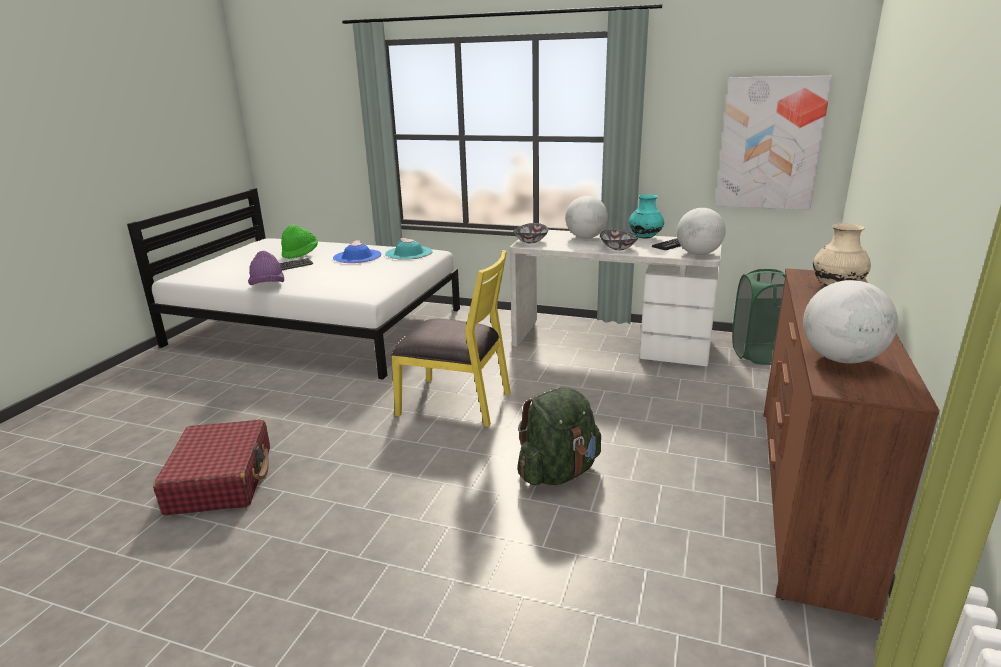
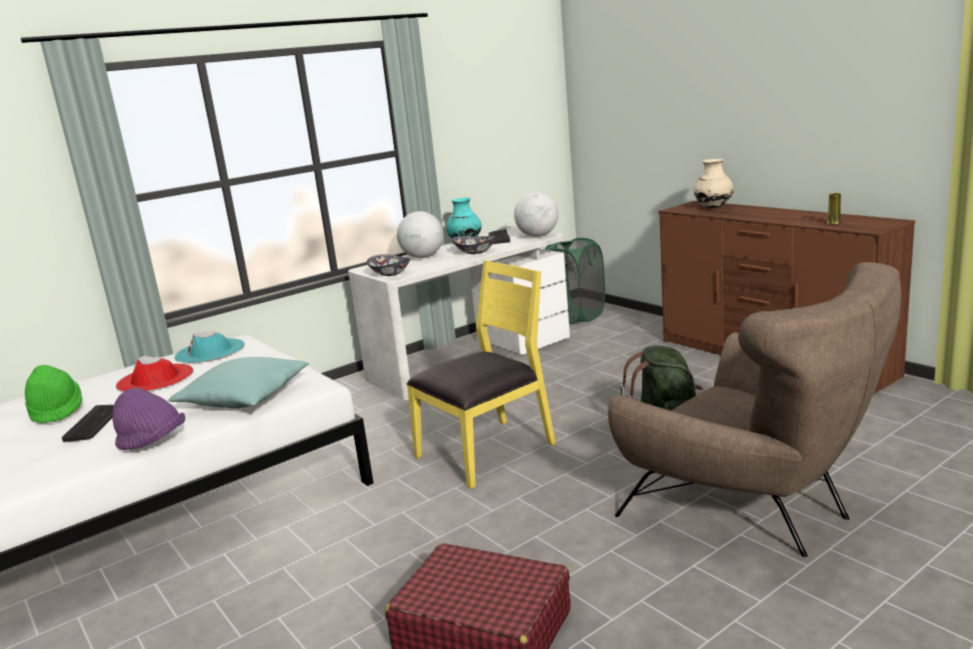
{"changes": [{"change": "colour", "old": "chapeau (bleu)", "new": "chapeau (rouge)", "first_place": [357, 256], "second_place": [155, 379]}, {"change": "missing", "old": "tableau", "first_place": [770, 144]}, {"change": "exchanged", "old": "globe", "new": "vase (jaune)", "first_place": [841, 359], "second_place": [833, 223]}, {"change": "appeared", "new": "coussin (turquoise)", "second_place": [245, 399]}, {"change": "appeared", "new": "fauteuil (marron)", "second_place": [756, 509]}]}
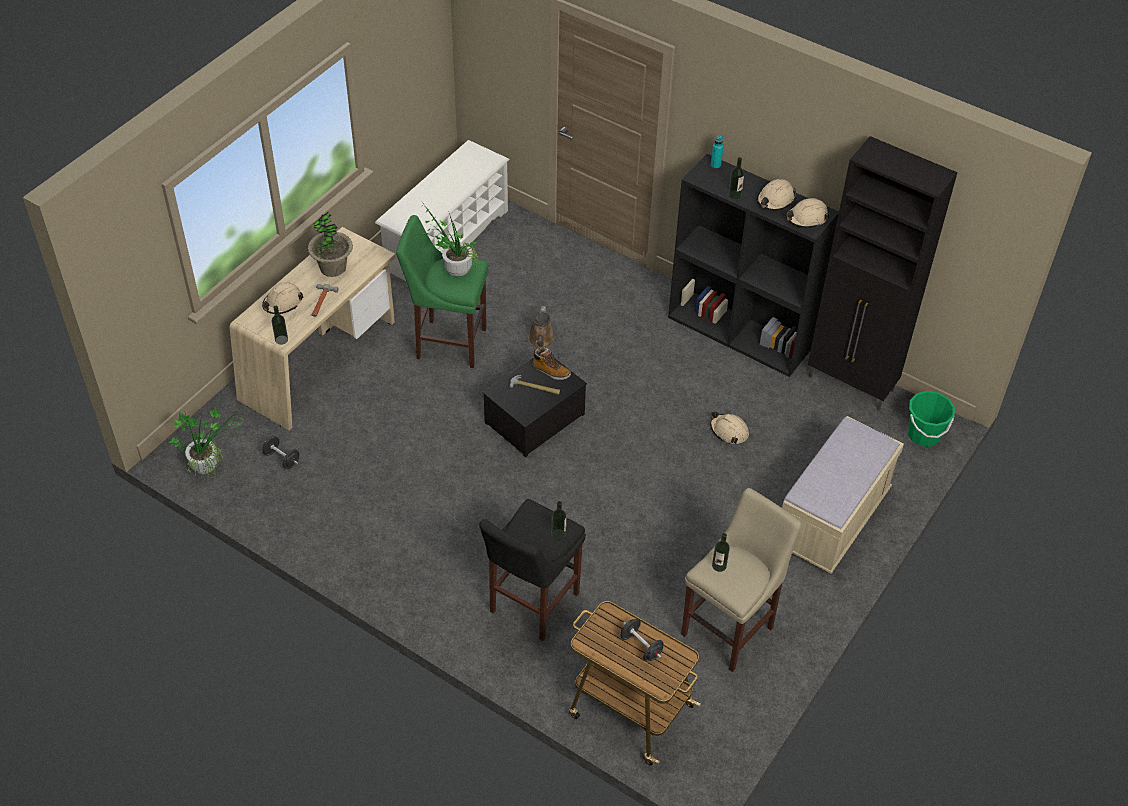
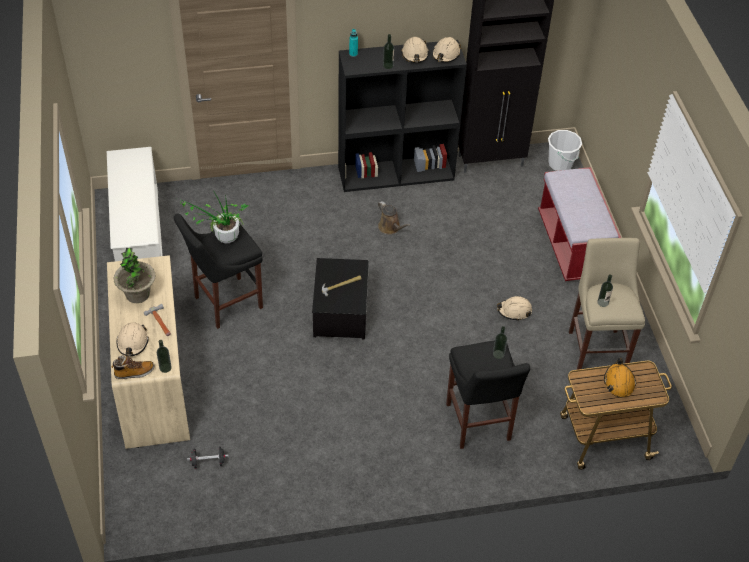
{"changes": [{"change": "missing", "old": "plante en pot", "first_place": [210, 463]}, {"change": "colour", "old": "tabouret (vert)", "new": "tabouret (noir)", "first_place": [447, 342], "second_place": [225, 303]}, {"change": "relocated", "old": "arrosoir (marron)", "first_place": [541, 340], "second_place": [390, 228]}, {"change": "relocated", "old": "botte", "first_place": [550, 371], "second_place": [134, 372]}, {"change": "exchanged", "old": "haltère (noir)", "new": "casque de chantier (orange)", "first_place": [641, 646], "second_place": [619, 382]}, {"change": "relocated", "old": "casque de chantier (beige)", "first_place": [729, 431], "second_place": [514, 311]}, {"change": "colour", "old": "banc (beige)", "new": "banc (rouge)", "first_place": [832, 520], "second_place": [573, 246]}, {"change": "colour", "old": "seau (vert)", "new": "seau (blanc)", "first_place": [923, 435], "second_place": [560, 164]}]}
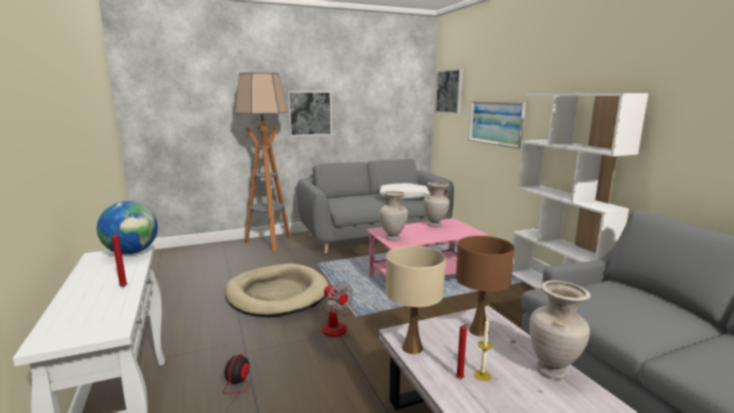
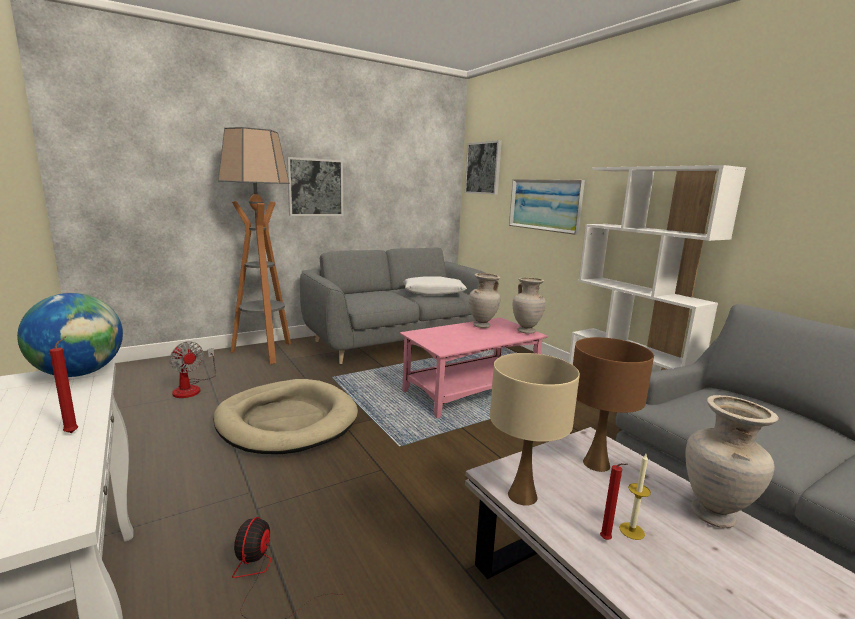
{"changes": [{"change": "relocated", "old": "ventilateur", "first_place": [337, 325], "second_place": [191, 388]}, {"change": "relocated", "old": "vase (beige)", "first_place": [393, 238], "second_place": [526, 331]}]}
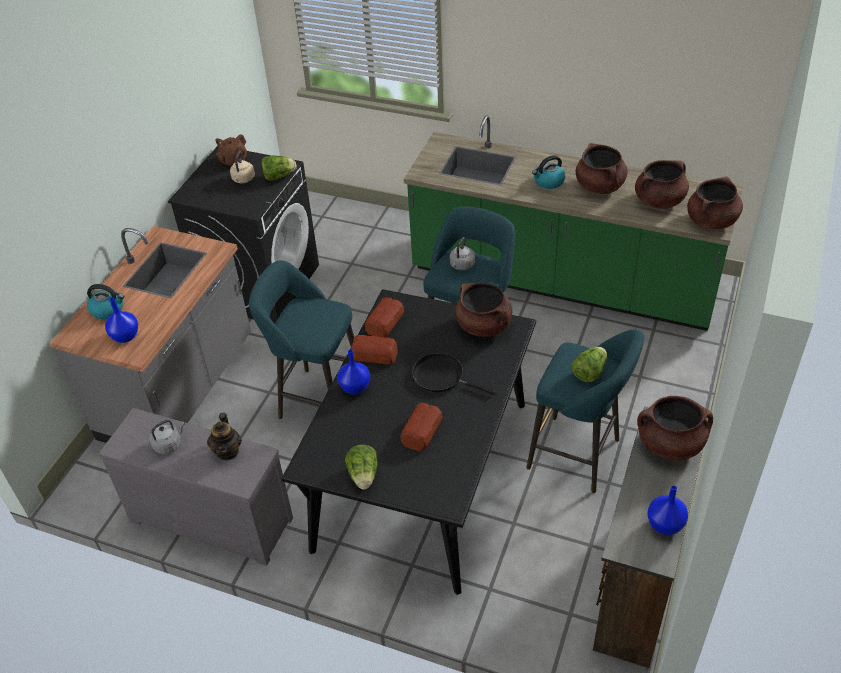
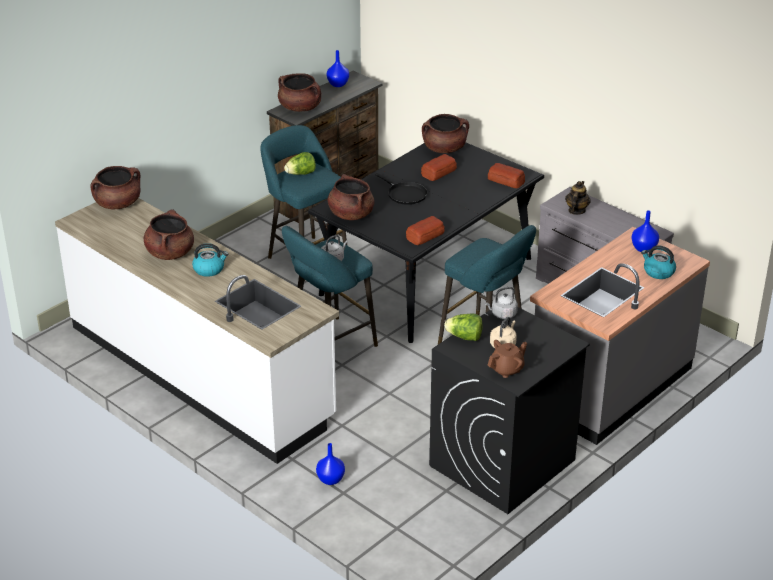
{"changes": [{"change": "relocated", "old": "bouilloire (gris)", "first_place": [169, 444], "second_place": [502, 314]}, {"change": "relocated", "old": "vase (bleu)", "first_place": [355, 388], "second_place": [330, 479]}, {"change": "missing", "old": "laitue", "first_place": [363, 476]}, {"change": "relocated", "old": "pain", "first_place": [373, 354], "second_place": [506, 181]}, {"change": "colour", "old": "comptoir de cuisine (vert)", "new": "comptoir de cuisine (blanc)", "first_place": [562, 283], "second_place": [200, 372]}, {"change": "relocated", "old": "marmite (marron)", "first_place": [659, 201], "second_place": [444, 149]}]}
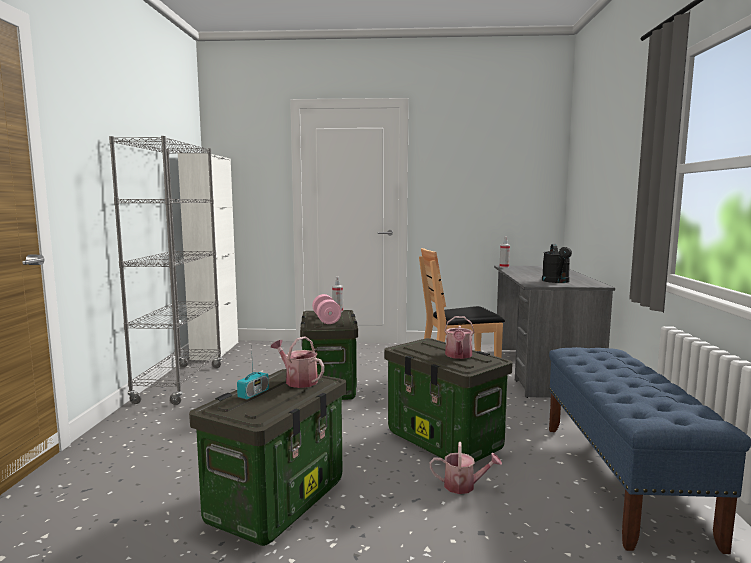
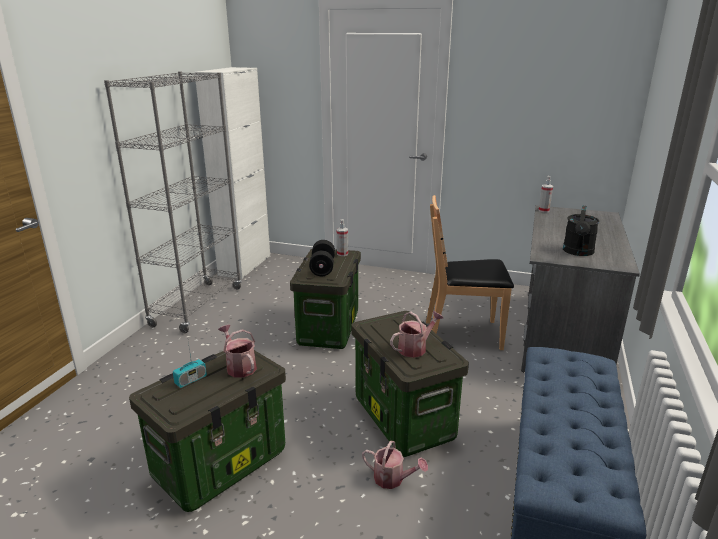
{"changes": [{"change": "colour", "old": "haltère (rose)", "new": "haltère (noir)", "first_place": [326, 319], "second_place": [322, 268]}, {"change": "spun", "old": "arrosoir", "first_place": [458, 356], "second_place": [415, 348], "degrees": -150}]}
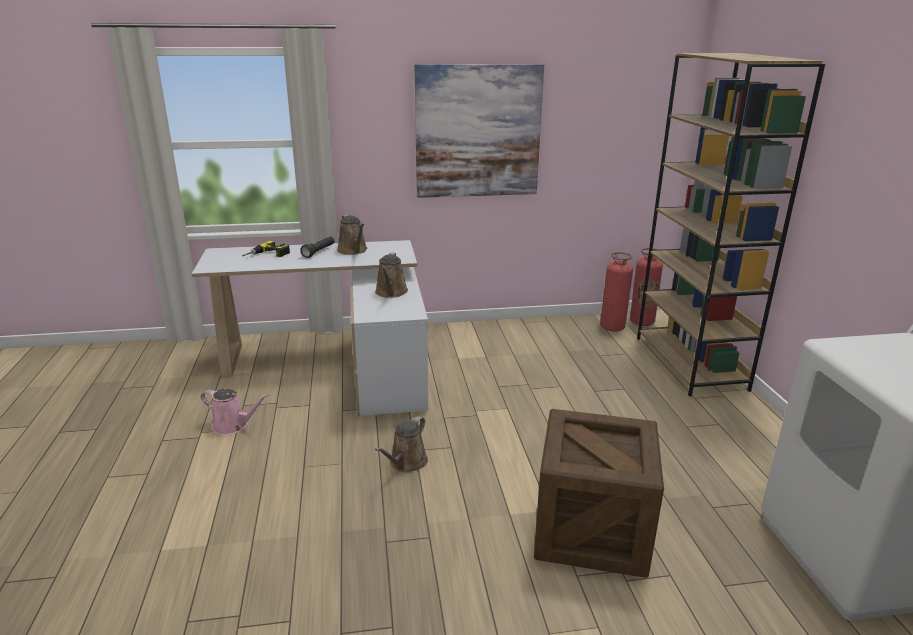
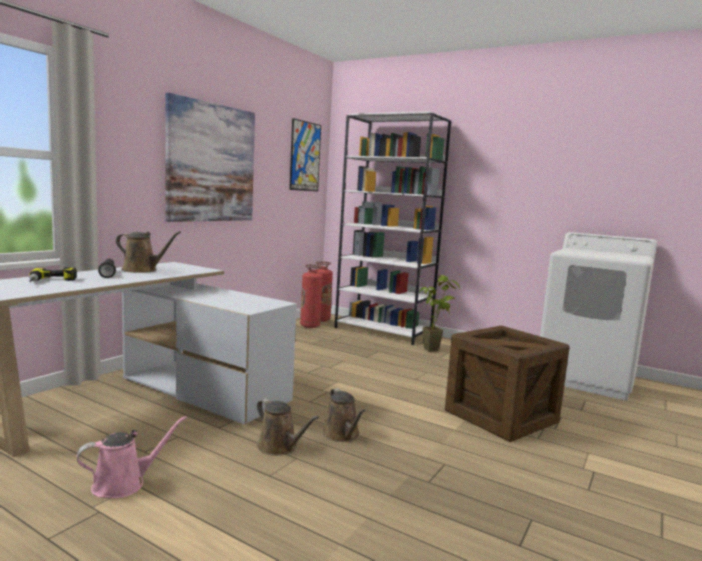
{"changes": [{"change": "relocated", "old": "arrosoir (marron)", "first_place": [391, 293], "second_place": [280, 447]}, {"change": "colour", "old": "bibliothèque (marron)", "new": "bibliothèque (blanc)", "first_place": [690, 363], "second_place": [383, 331]}, {"change": "appeared", "new": "tableau", "second_place": [305, 156]}, {"change": "appeared", "new": "plante en pot", "second_place": [436, 350]}]}
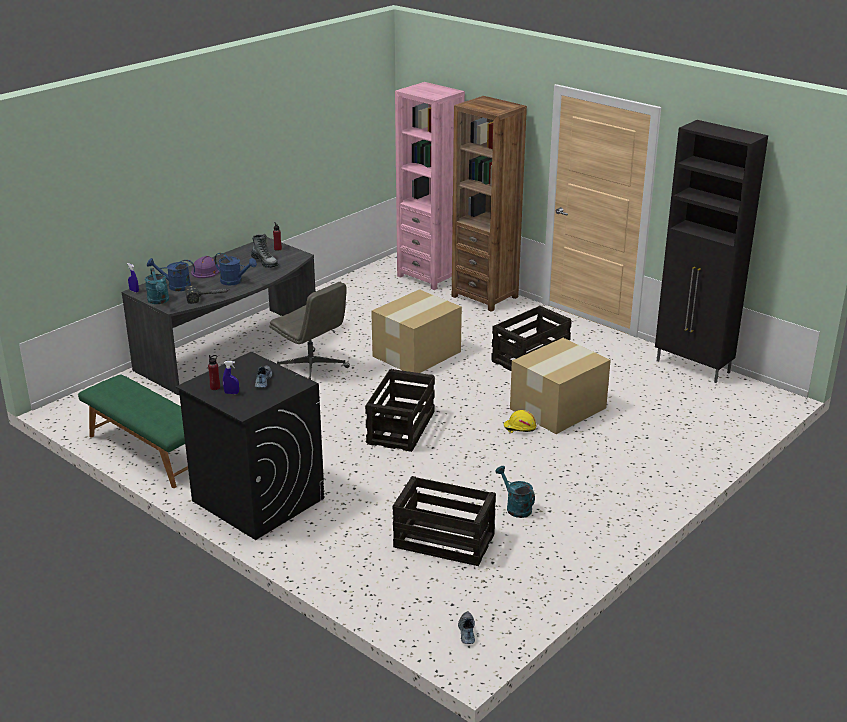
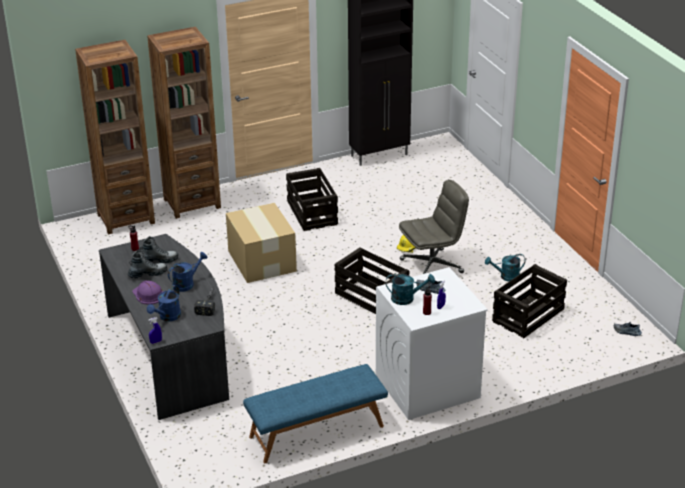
{"changes": [{"change": "colour", "old": "banc (vert)", "new": "banc (bleu)", "first_place": [148, 452], "second_place": [316, 432]}, {"change": "relocated", "old": "arrosoir (turquoise)", "first_place": [159, 301], "second_place": [407, 298]}, {"change": "colour", "old": "lave-linge (noir)", "new": "lave-linge (blanc)", "first_place": [257, 499], "second_place": [426, 386]}, {"change": "relocated", "old": "chaise de bureau (gris)", "first_place": [312, 369], "second_place": [432, 266]}, {"change": "colour", "old": "bibliothèque (rose)", "new": "bibliothèque (marron)", "first_place": [429, 276], "second_place": [126, 219]}, {"change": "missing", "old": "carton", "first_place": [556, 408]}, {"change": "appeared", "new": "botte", "second_place": [147, 274]}]}
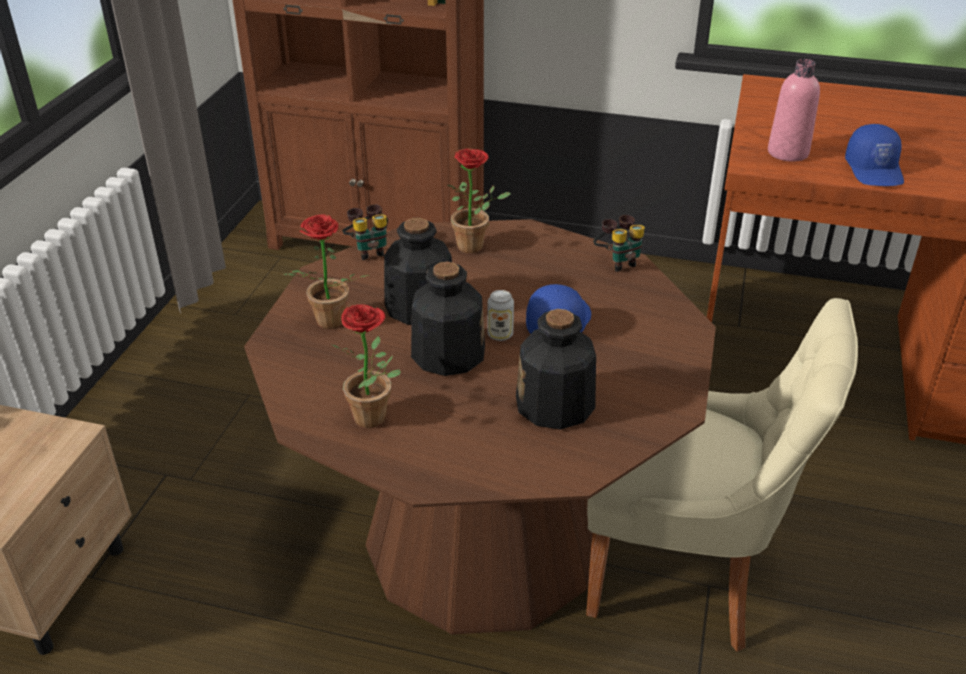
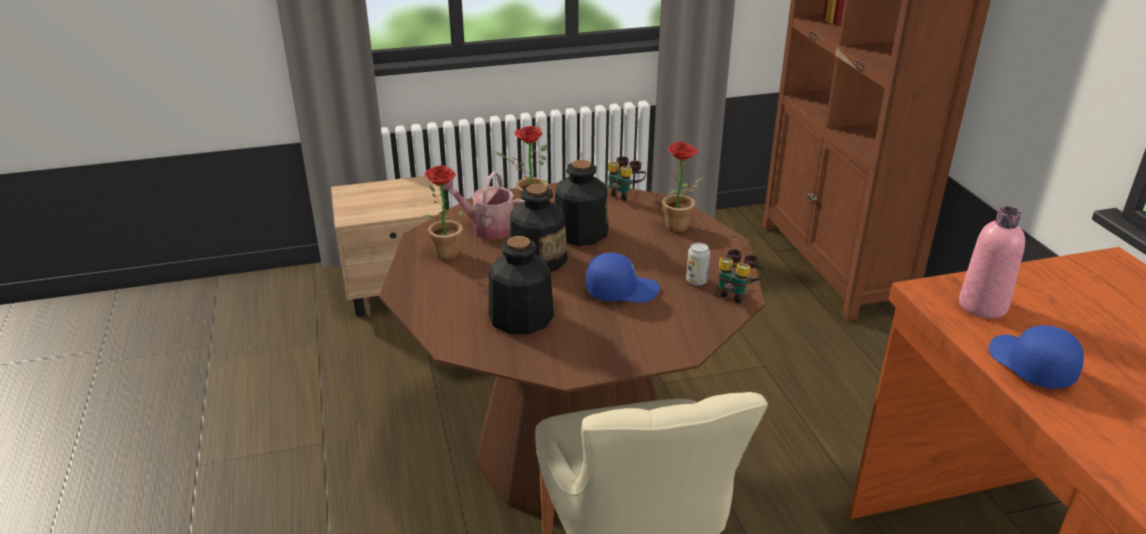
{"changes": [{"change": "relocated", "old": "boîte métallique", "first_place": [500, 335], "second_place": [696, 281]}, {"change": "spun", "old": "casquette (bleu)", "first_place": [875, 170], "second_place": [1029, 366], "degrees": 105}, {"change": "appeared", "new": "arrosoir", "second_place": [487, 228]}]}
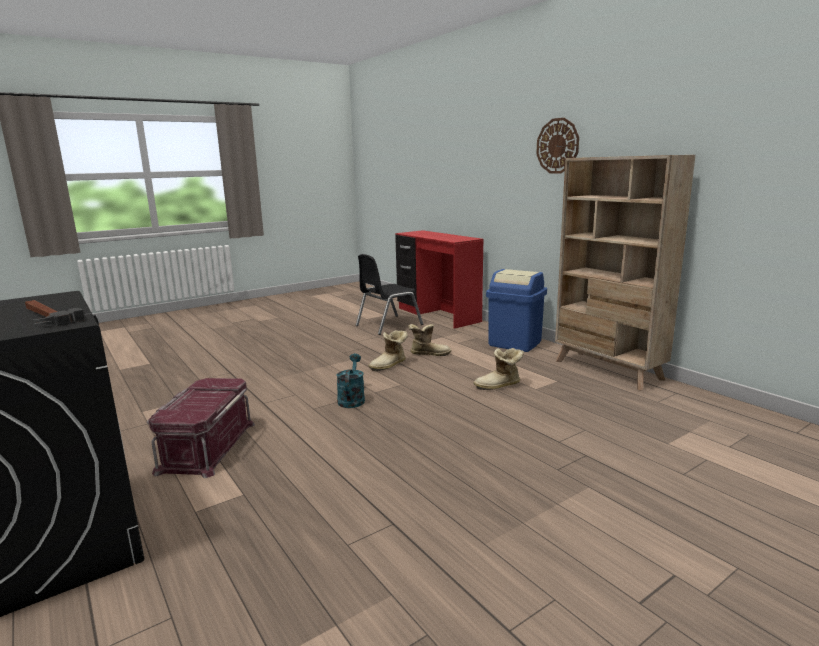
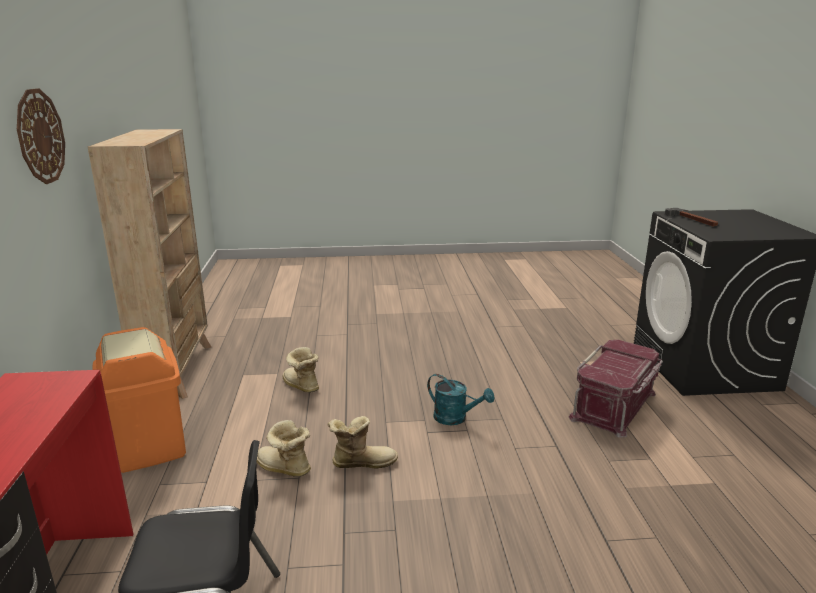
{"changes": [{"change": "spun", "old": "arrosoir (turquoise)", "first_place": [351, 399], "second_place": [456, 418], "degrees": -90}, {"change": "spun", "old": "botte", "first_place": [499, 386], "second_place": [300, 386], "degrees": -150}, {"change": "colour", "old": "poubelle (bleu)", "new": "poubelle (orange)", "first_place": [515, 343], "second_place": [148, 447]}]}
